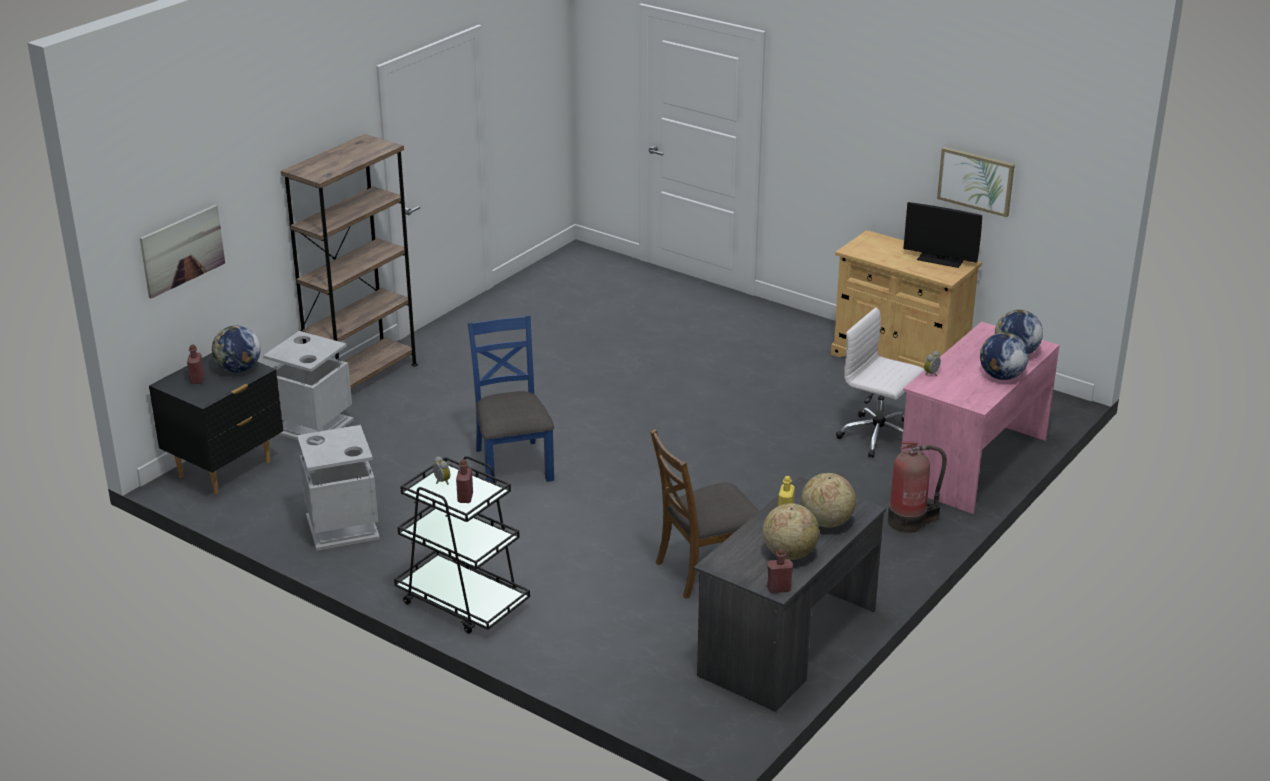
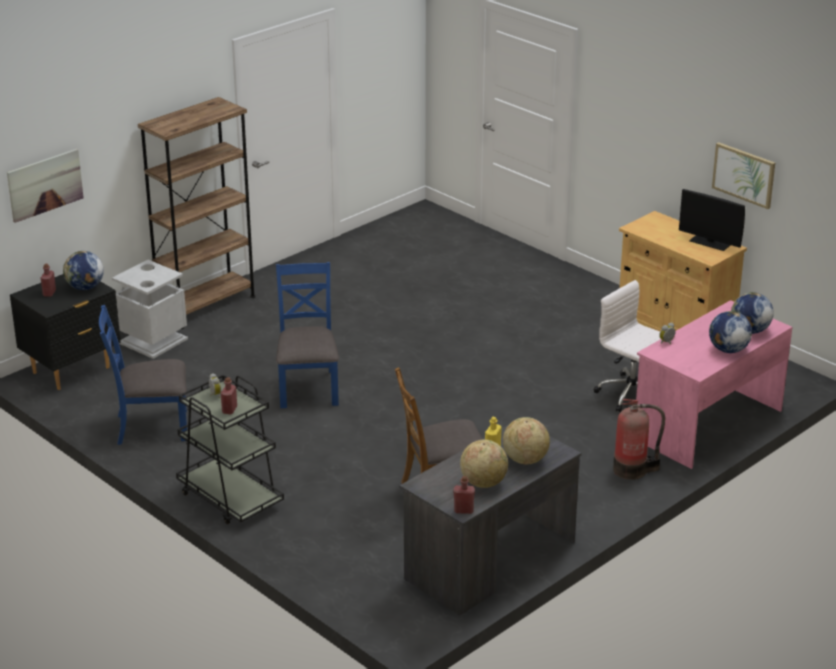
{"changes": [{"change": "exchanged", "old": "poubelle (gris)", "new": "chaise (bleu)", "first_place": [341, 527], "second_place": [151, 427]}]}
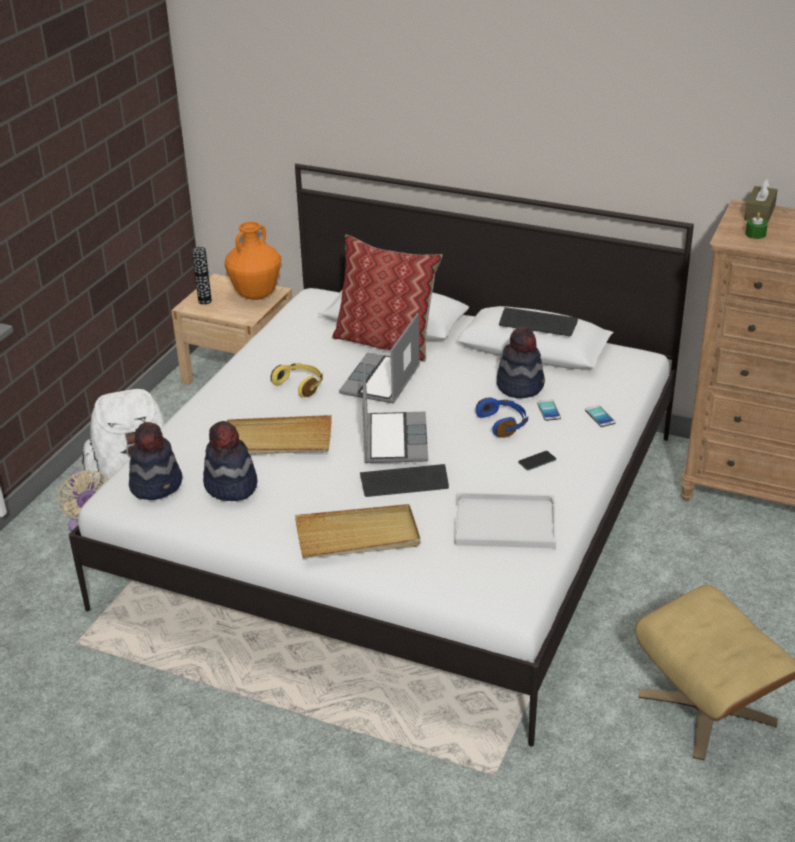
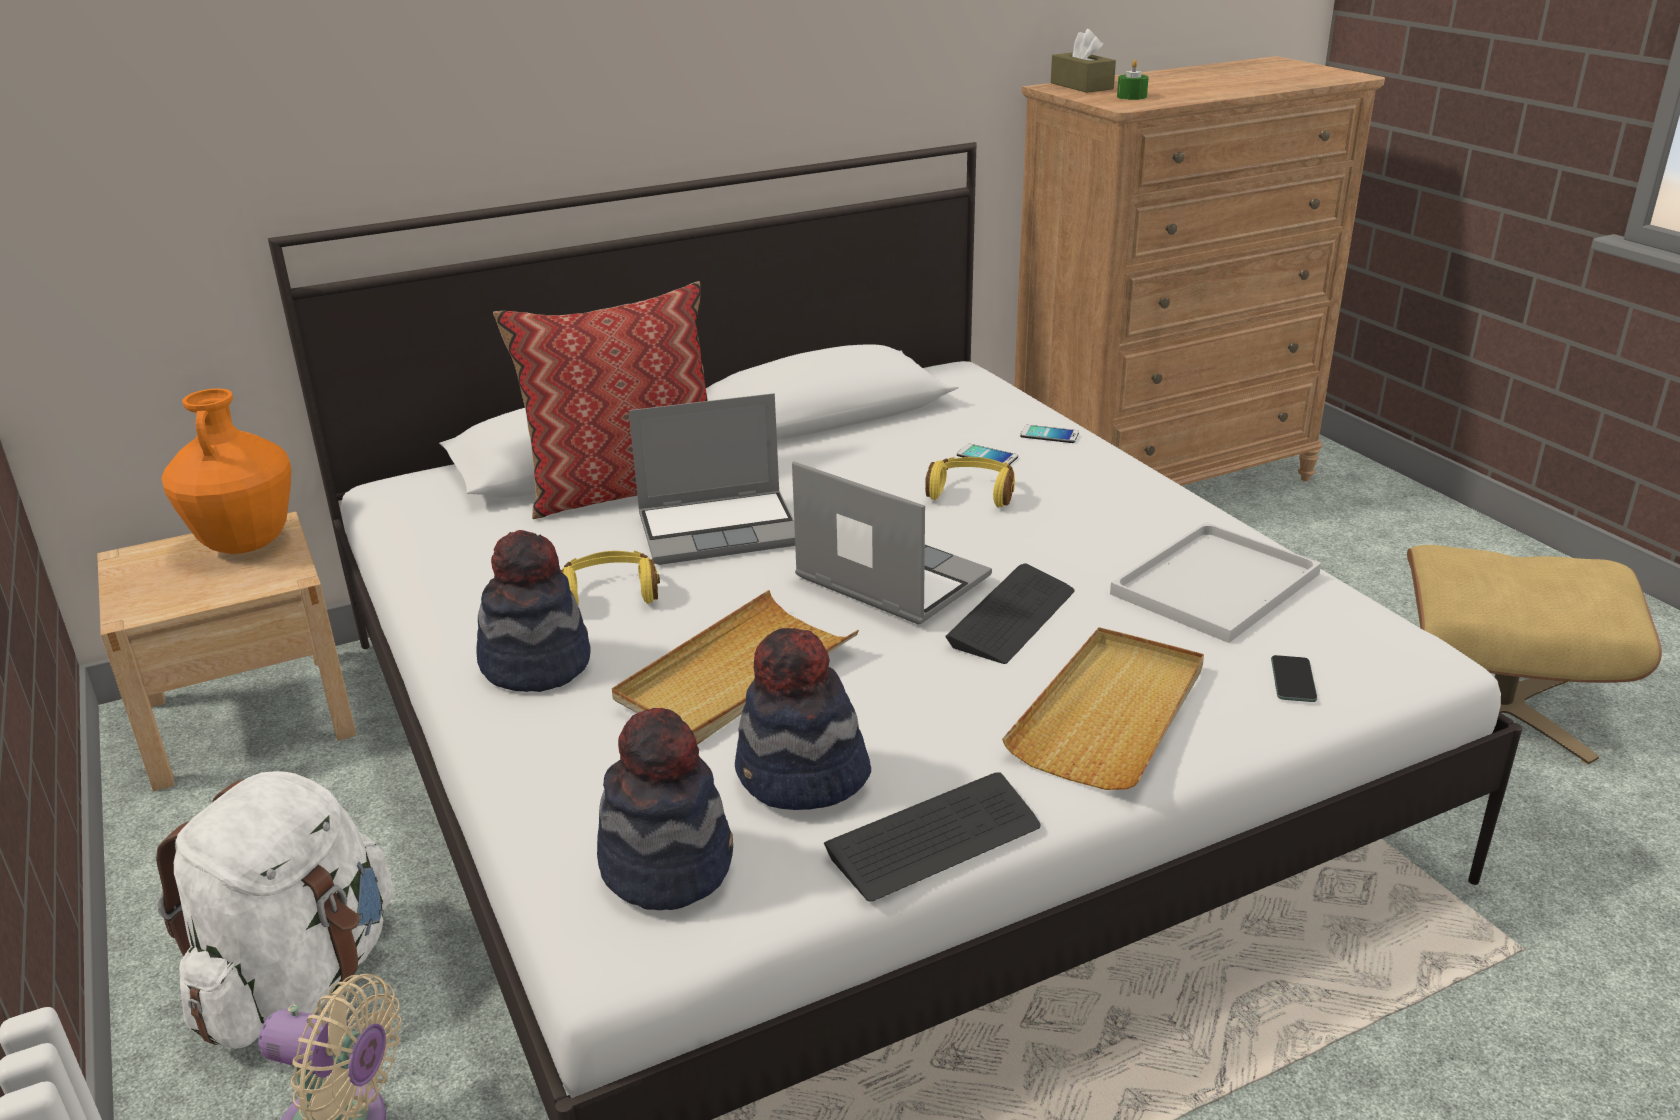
{"changes": [{"change": "missing", "old": "vase", "first_place": [205, 301]}, {"change": "spun", "old": "ordinateur portable", "first_place": [381, 381], "second_place": [721, 529], "degrees": -75}, {"change": "colour", "old": "casque audio (bleu)", "new": "casque audio (jaune)", "first_place": [503, 423], "second_place": [972, 493]}, {"change": "relocated", "old": "chapeau", "first_place": [520, 386], "second_place": [536, 663]}, {"change": "relocated", "old": "clavier", "first_place": [538, 323], "second_place": [934, 839]}, {"change": "relocated", "old": "téléphone", "first_place": [537, 461], "second_place": [1293, 680]}]}
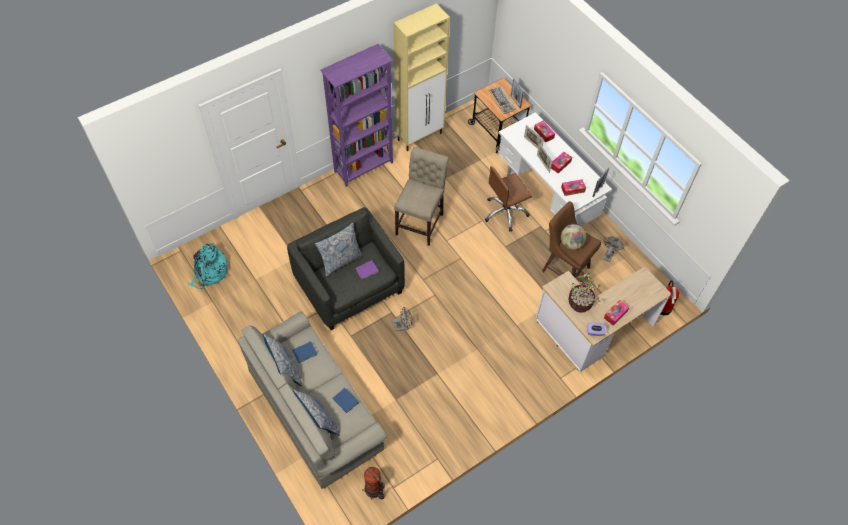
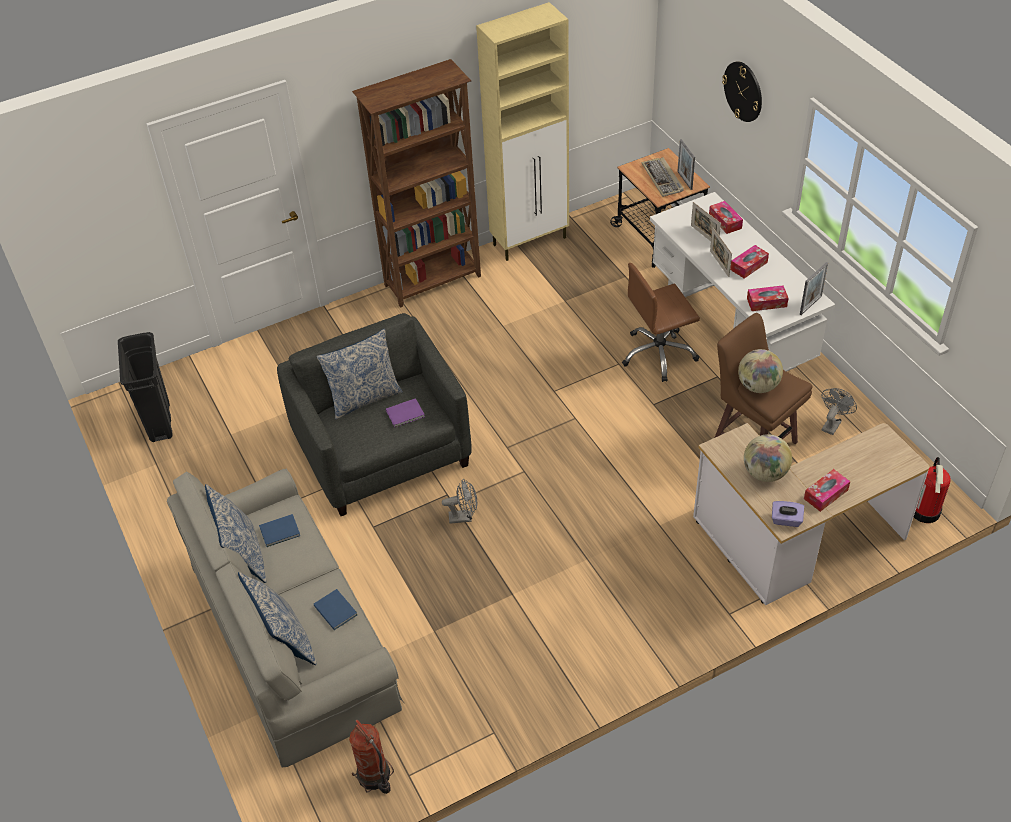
{"changes": [{"change": "exchanged", "old": "sac à dos (turquoise)", "new": "poubelle (noir)", "first_place": [209, 272], "second_place": [160, 421]}, {"change": "colour", "old": "bibliothèque (violet)", "new": "bibliothèque (marron)", "first_place": [364, 167], "second_place": [434, 281]}, {"change": "missing", "old": "chaise (beige)", "first_place": [421, 222]}, {"change": "exchanged", "old": "plante en pot", "new": "globe", "first_place": [580, 303], "second_place": [765, 473]}, {"change": "appeared", "new": "horloge murale", "second_place": [743, 91]}]}
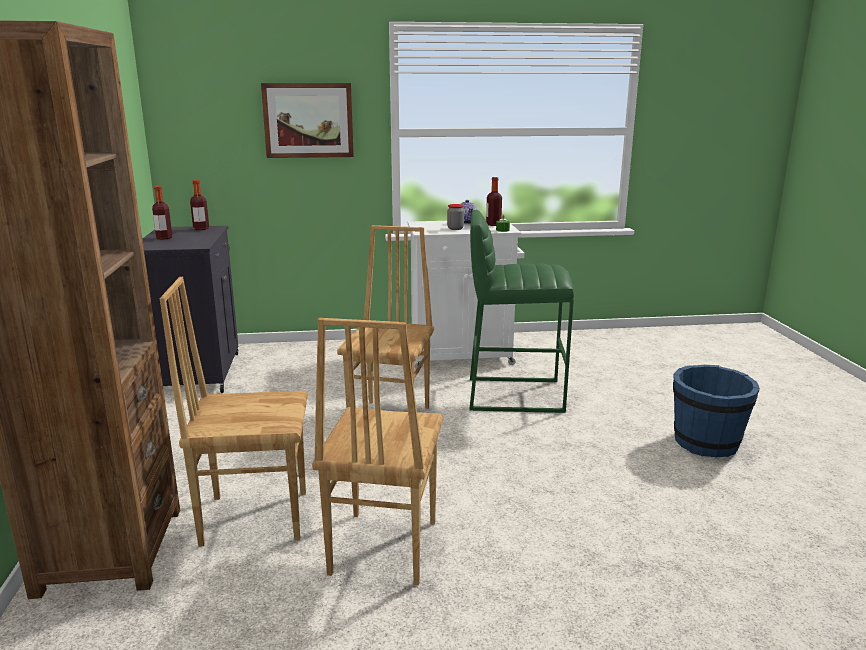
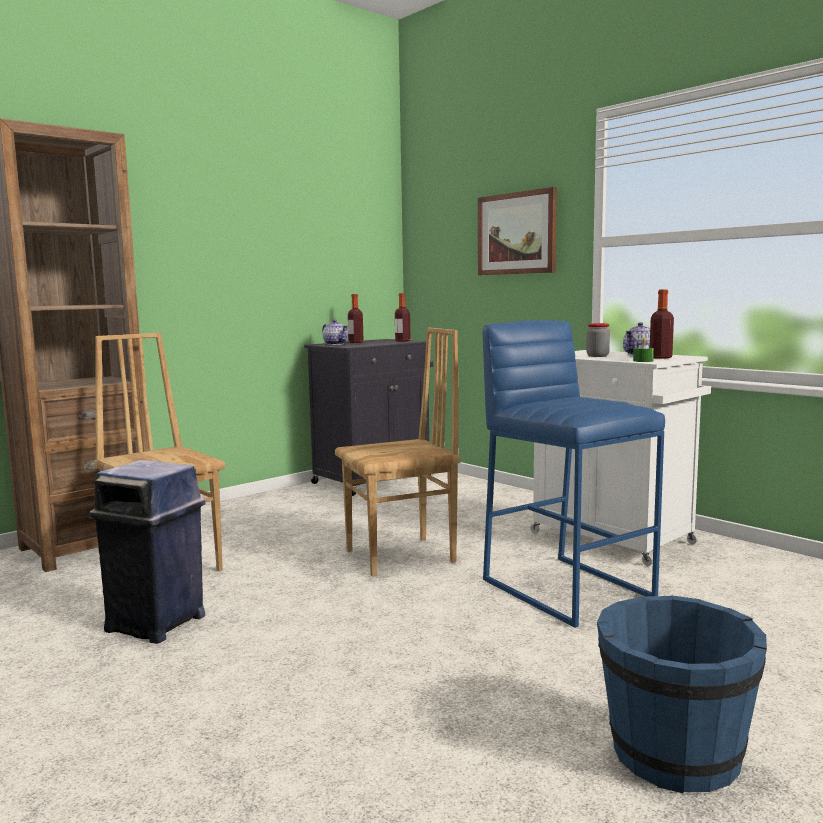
{"changes": [{"change": "exchanged", "old": "chaise (marron)", "new": "poubelle (bleu)", "first_place": [381, 547], "second_place": [157, 624]}, {"change": "colour", "old": "tabouret (vert)", "new": "tabouret (bleu)", "first_place": [514, 394], "second_place": [567, 588]}, {"change": "appeared", "new": "théière", "second_place": [335, 344]}]}
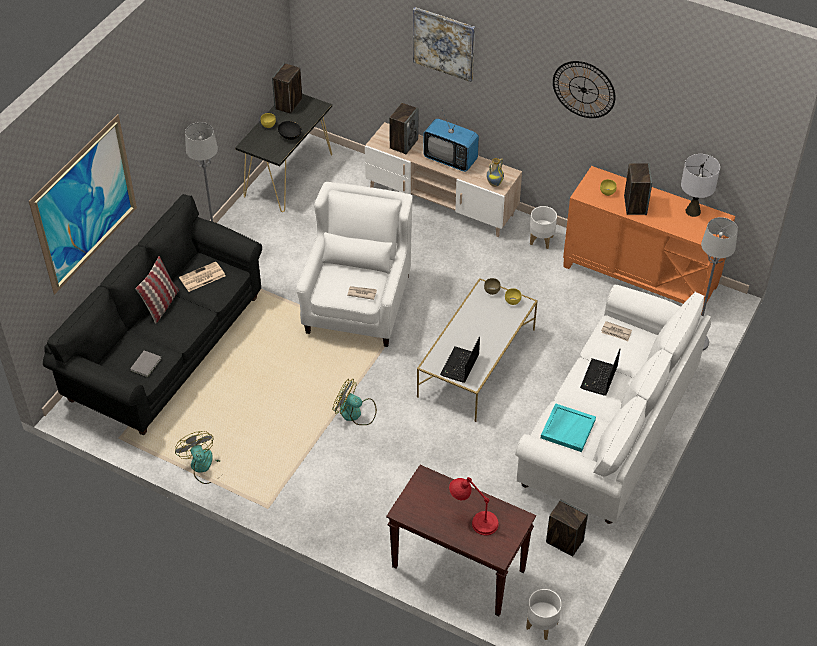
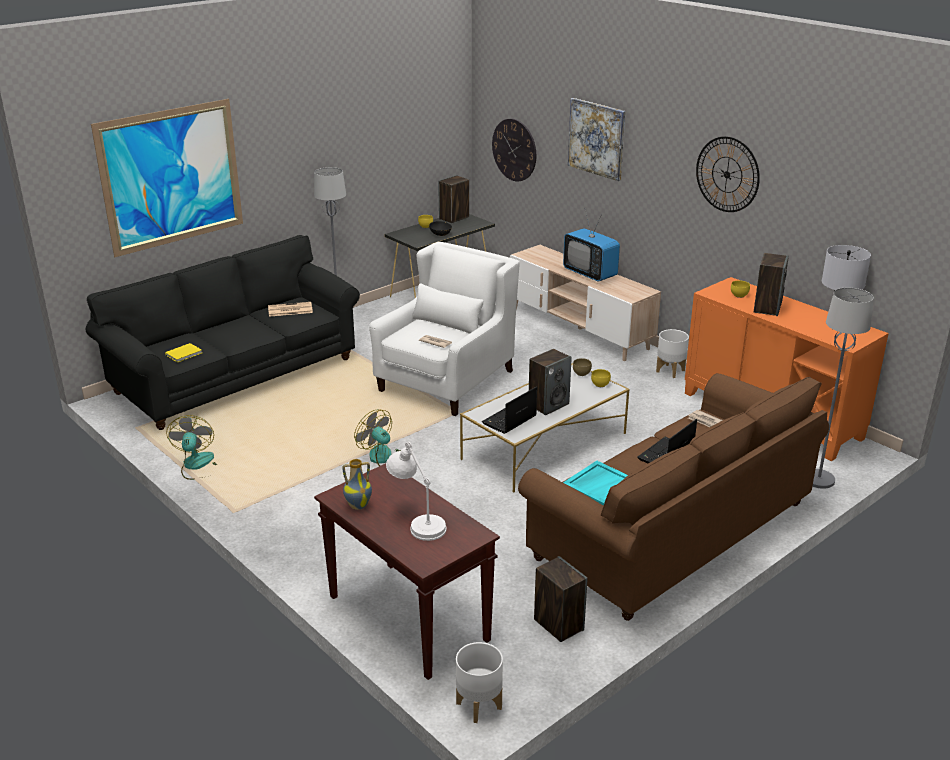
{"changes": [{"change": "colour", "old": "livre (gris)", "new": "livre (jaune)", "first_place": [146, 364], "second_place": [185, 354]}, {"change": "missing", "old": "coussin", "first_place": [161, 305]}, {"change": "relocated", "old": "enceinte", "first_place": [403, 144], "second_place": [548, 405]}, {"change": "colour", "old": "lampe de table (rouge)", "new": "lampe de table (blanc)", "first_place": [473, 519], "second_place": [417, 522]}, {"change": "relocated", "old": "vase", "first_place": [494, 183], "second_place": [358, 505]}, {"change": "colour", "old": "canapé (blanc)", "new": "canapé (marron)", "first_place": [608, 429], "second_place": [671, 532]}, {"change": "appeared", "new": "horloge murale", "second_place": [514, 150]}]}
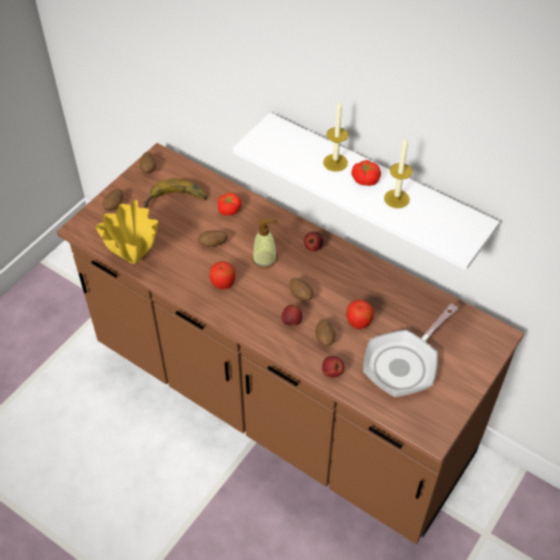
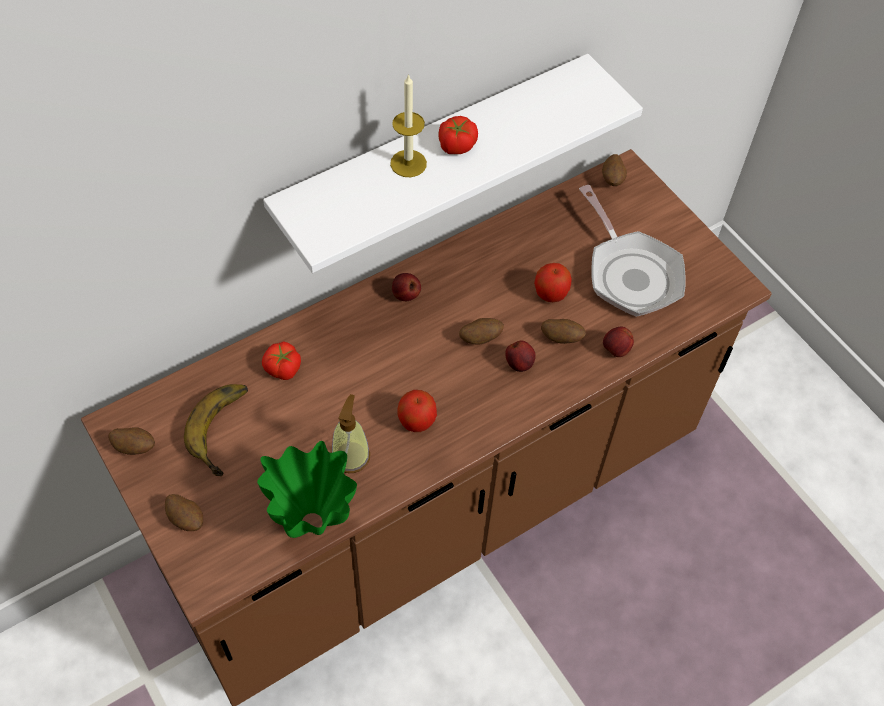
{"changes": [{"change": "colour", "old": "vase (jaune)", "new": "vase (vert)", "first_place": [133, 259], "second_place": [313, 523]}, {"change": "relocated", "old": "pomme de terre", "first_place": [213, 244], "second_place": [612, 179]}, {"change": "relocated", "old": "distributeur de savon", "first_place": [264, 259], "second_place": [351, 456]}, {"change": "missing", "old": "bougie", "first_place": [396, 199]}]}
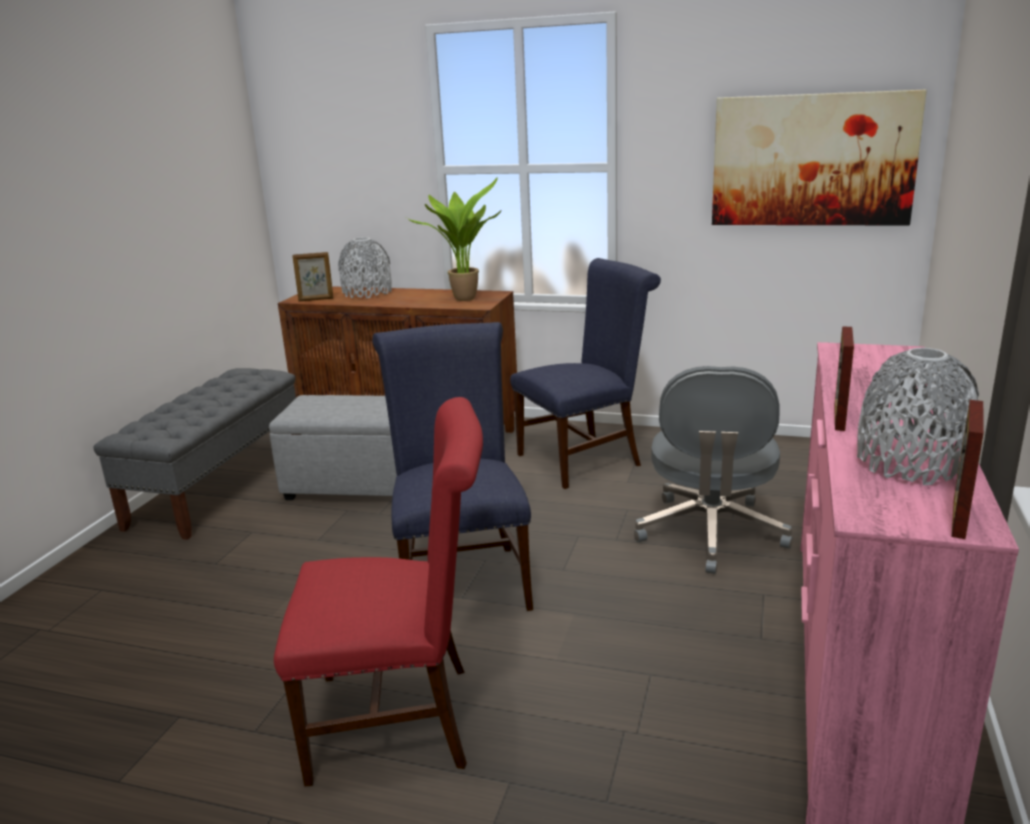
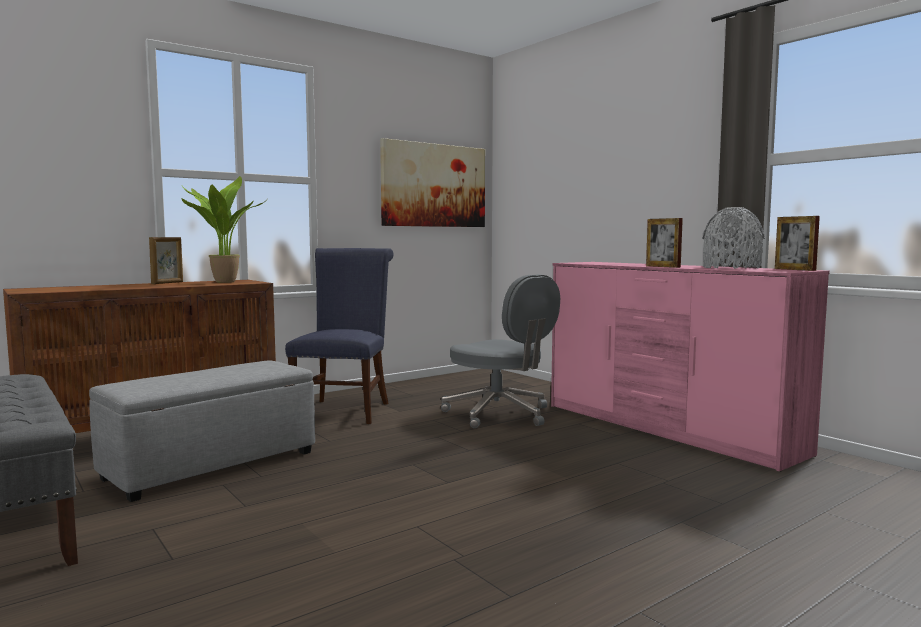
{"changes": [{"change": "missing", "old": "chaise (rouge)", "first_place": [404, 719]}, {"change": "relocated", "old": "cadre photo", "first_place": [316, 299], "second_place": [168, 283]}, {"change": "missing", "old": "vase (gris)", "first_place": [367, 293]}, {"change": "missing", "old": "chaise (bleu)", "first_place": [462, 579]}]}
